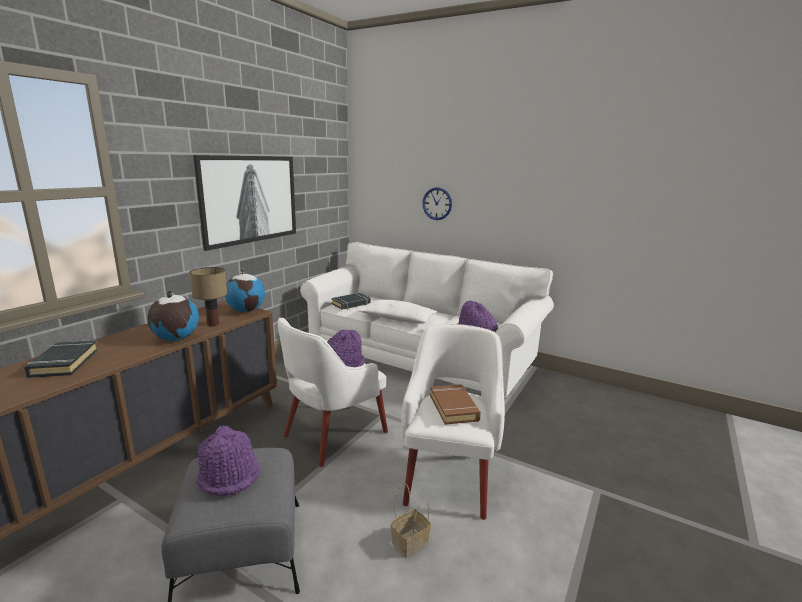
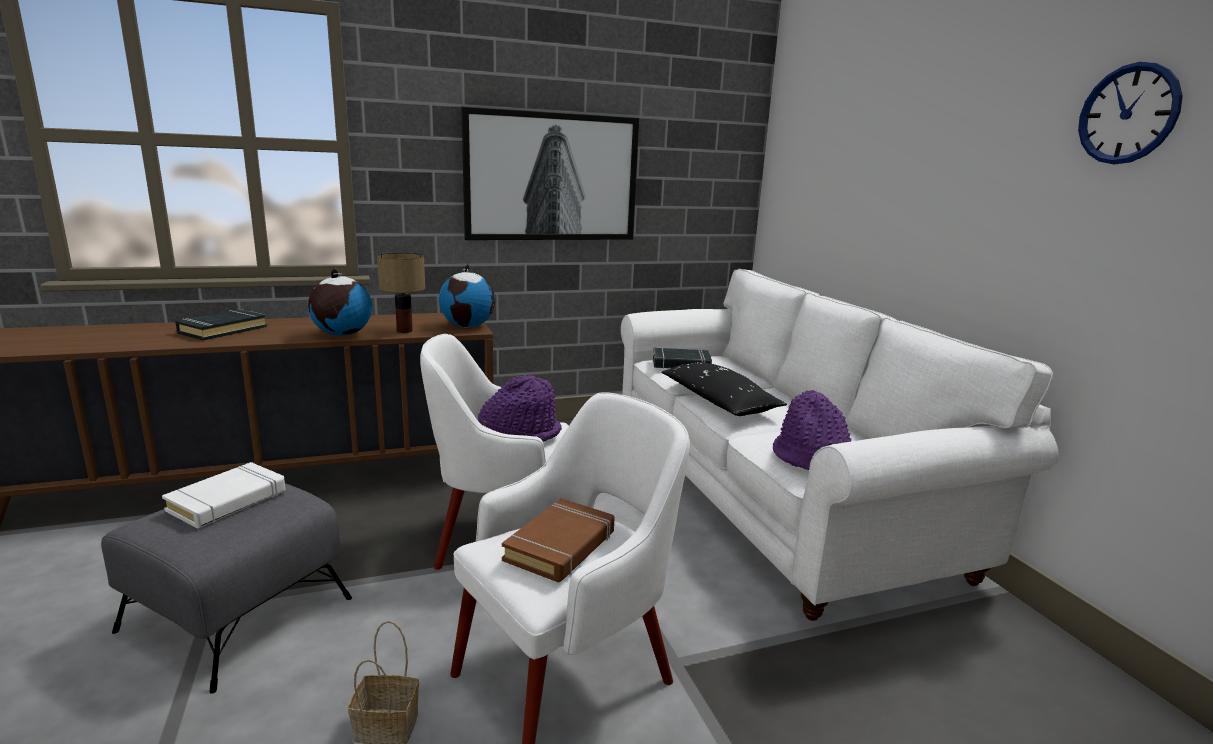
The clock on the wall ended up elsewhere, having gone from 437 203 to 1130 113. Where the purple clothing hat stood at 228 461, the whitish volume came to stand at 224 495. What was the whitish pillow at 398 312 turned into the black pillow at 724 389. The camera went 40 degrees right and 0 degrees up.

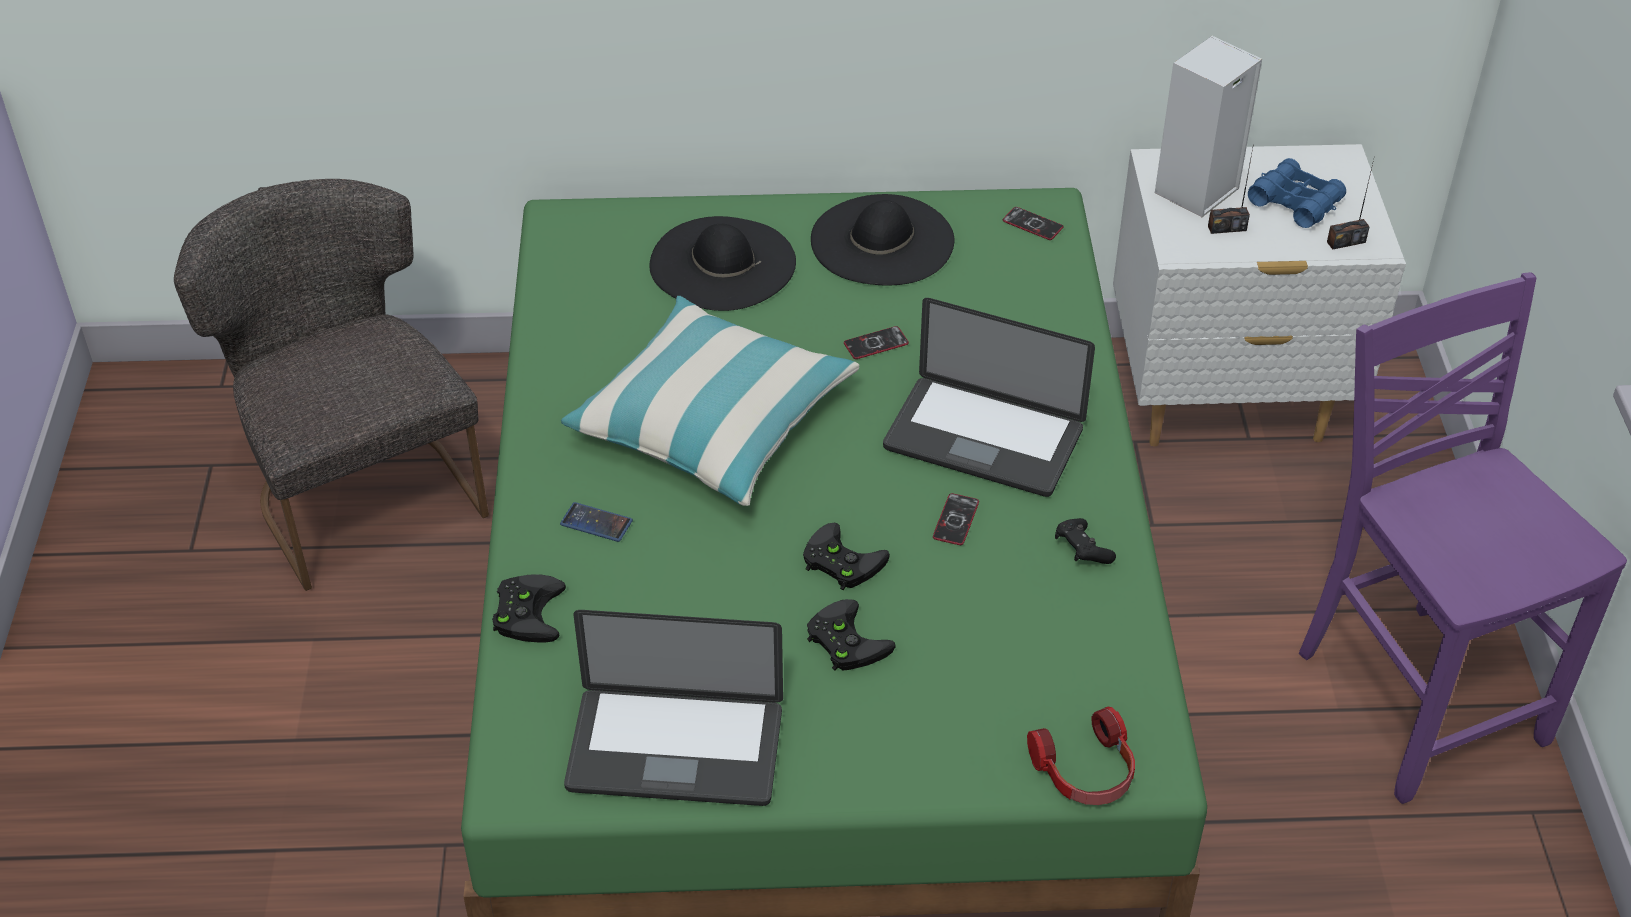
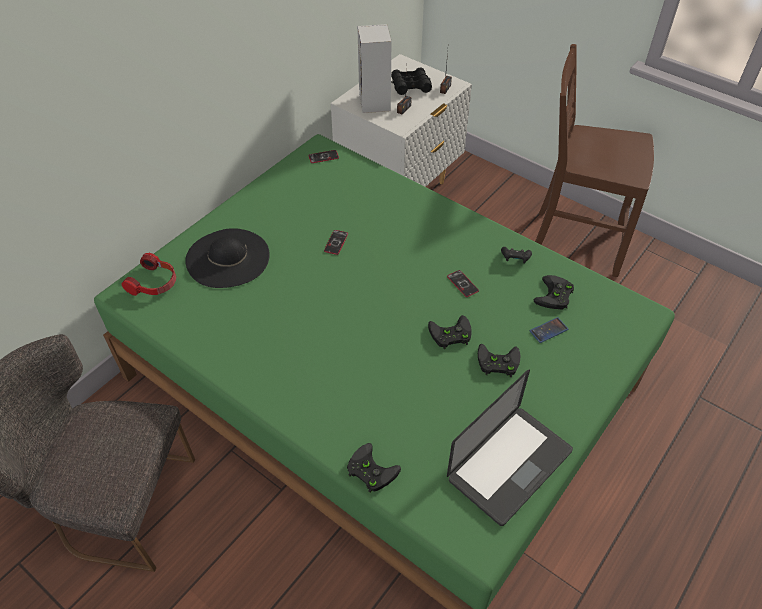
The second view lost the pillow at 710 401. The second view lost the black clothing hat at 882 239. The second view lost the notebook computer at 989 397. The second view gained the black joypad at 554 292. The phone ended up elsewhere, having gone from 596 522 to 549 330. The headphones ended up elsewhere, having gone from 1081 756 to 148 274. What was the blue-coloured field glasses at 1297 193 turned into the black field glasses at 411 81. What was the purple chair at 1463 538 turned into the brownish chair at 594 160. The camera went 50 degrees left and 5 degrees up.

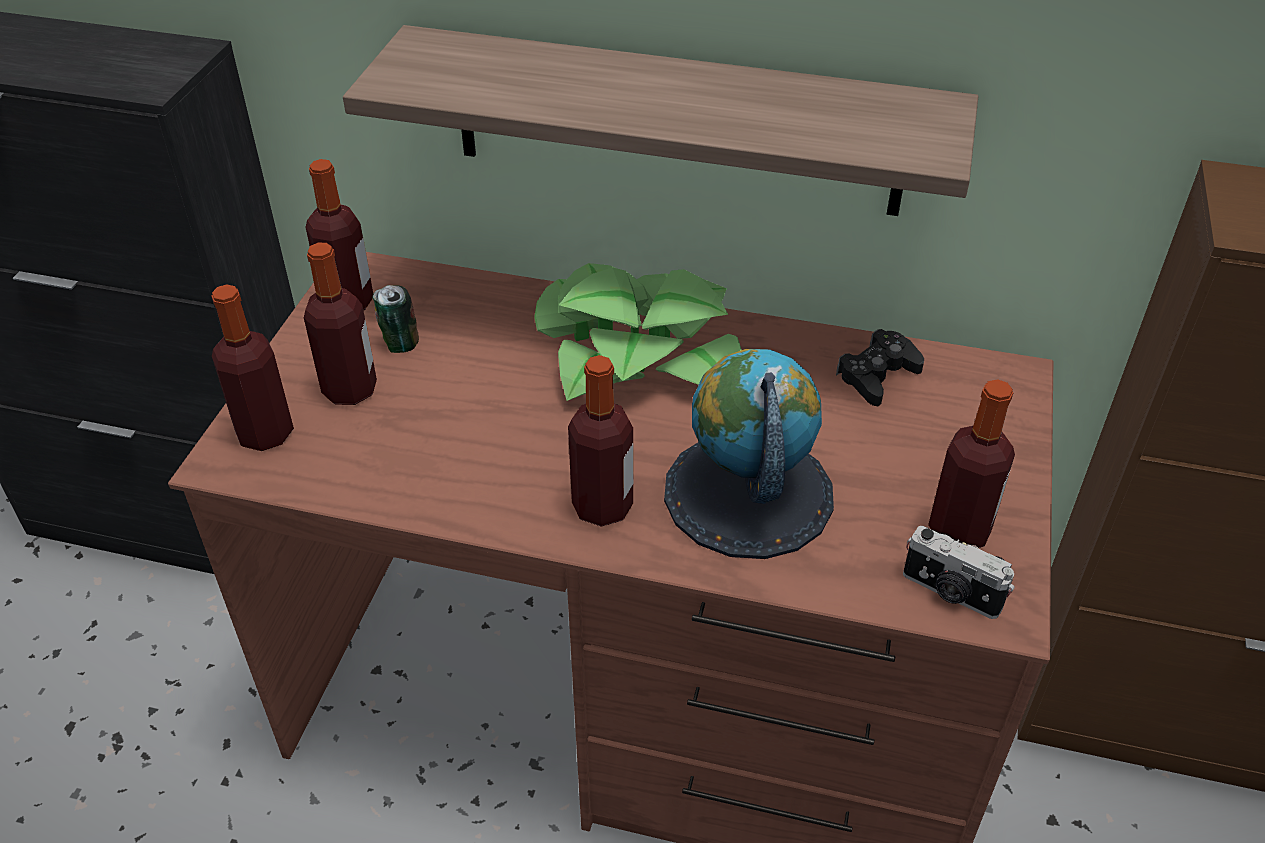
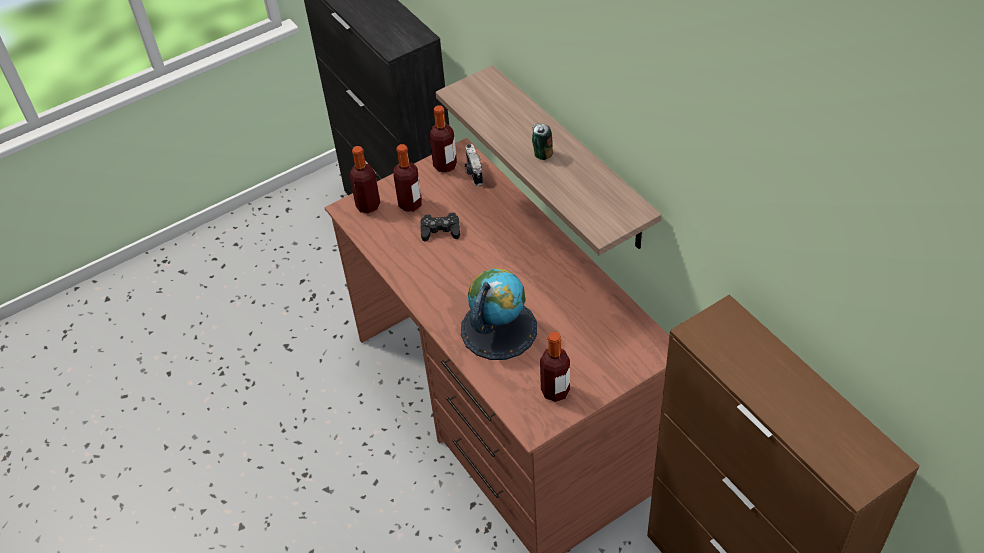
The second view lost the potted plant at 638 332. The second view lost the bottle at 601 441. The can ended up elsewhere, having gone from 395 319 to 542 142. The black joypad ended up elsewhere, having gone from 880 367 to 440 227. The still camera ended up elsewhere, having gone from 959 572 to 474 165. The camera went 45 degrees right and 5 degrees up.

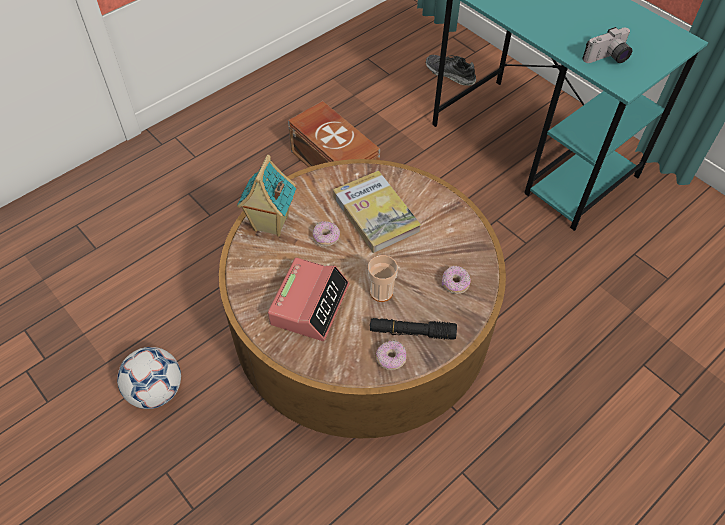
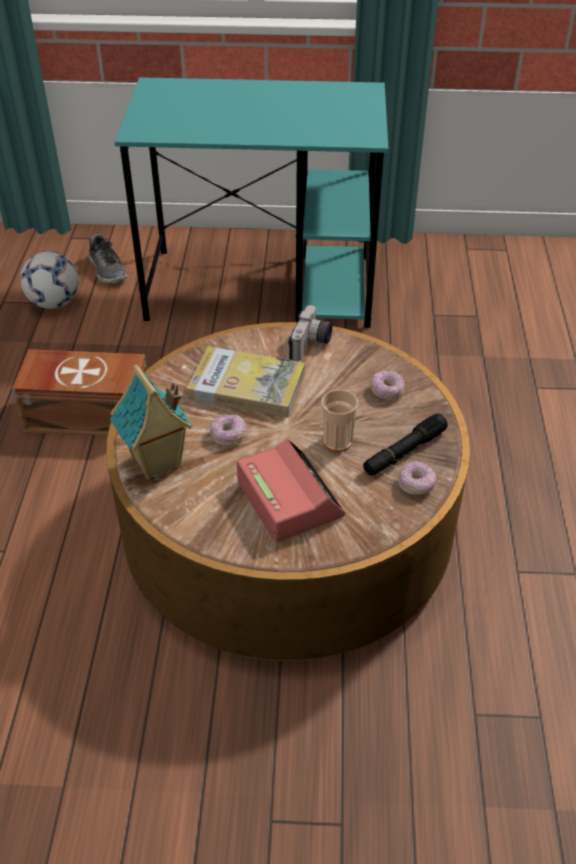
The football ended up elsewhere, having gone from 149 378 to 49 280. The still camera ended up elsewhere, having gone from 607 45 to 310 333. The shoe at 451 70 ended up facing another way, 105 degrees counterclockwise from before. The camera went 45 degrees left and 10 degrees down.

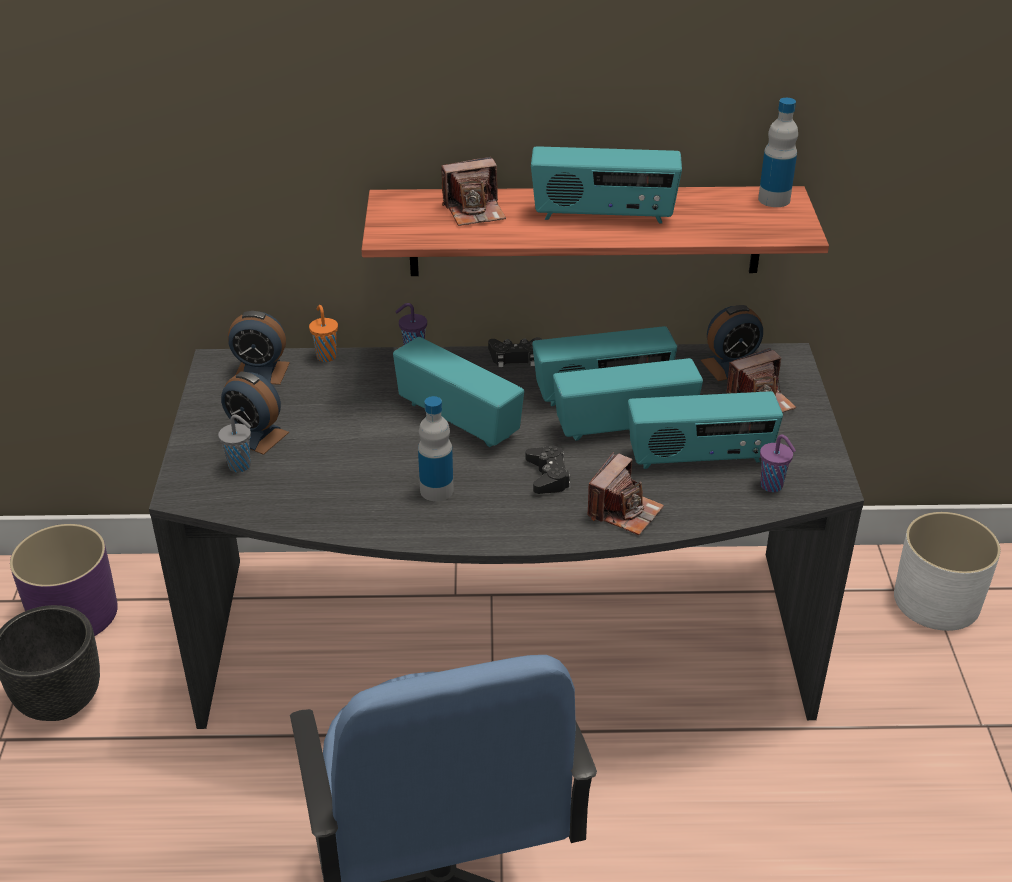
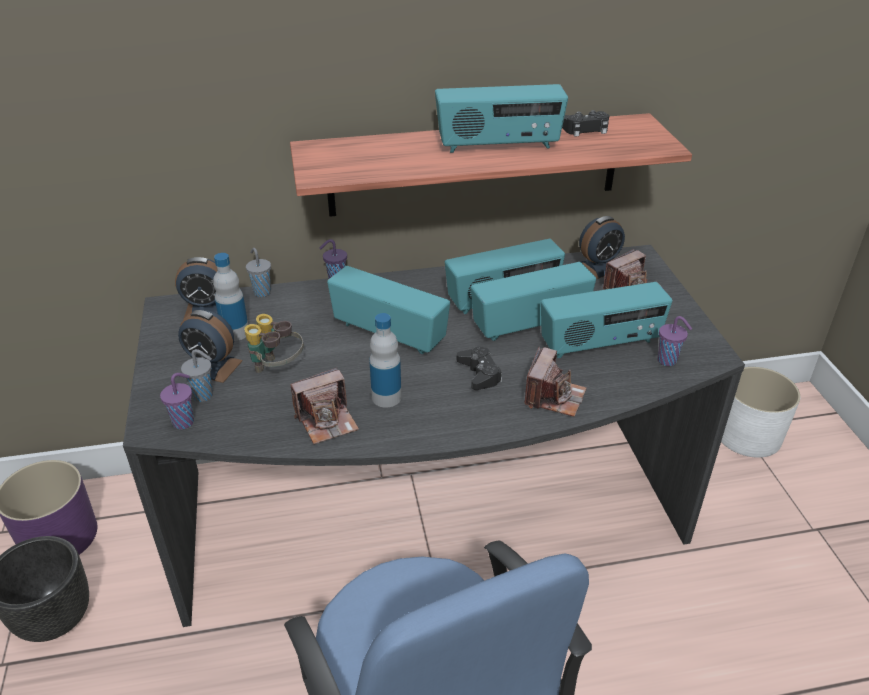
The second view gained the purple drinking cup at 177 401. The second view gained the field glasses at 274 343. The still camera ended up elsewhere, having gone from 473 191 to 324 406. The black joypad ended up elsewhere, having gone from 515 352 to 585 123. The bottle ended up elsewhere, having gone from 778 152 to 230 297. What was the orange-coloured drinking cup at 323 333 turned into the grey drinking cup at 258 272. The camera went 10 degrees left and 0 degrees up.

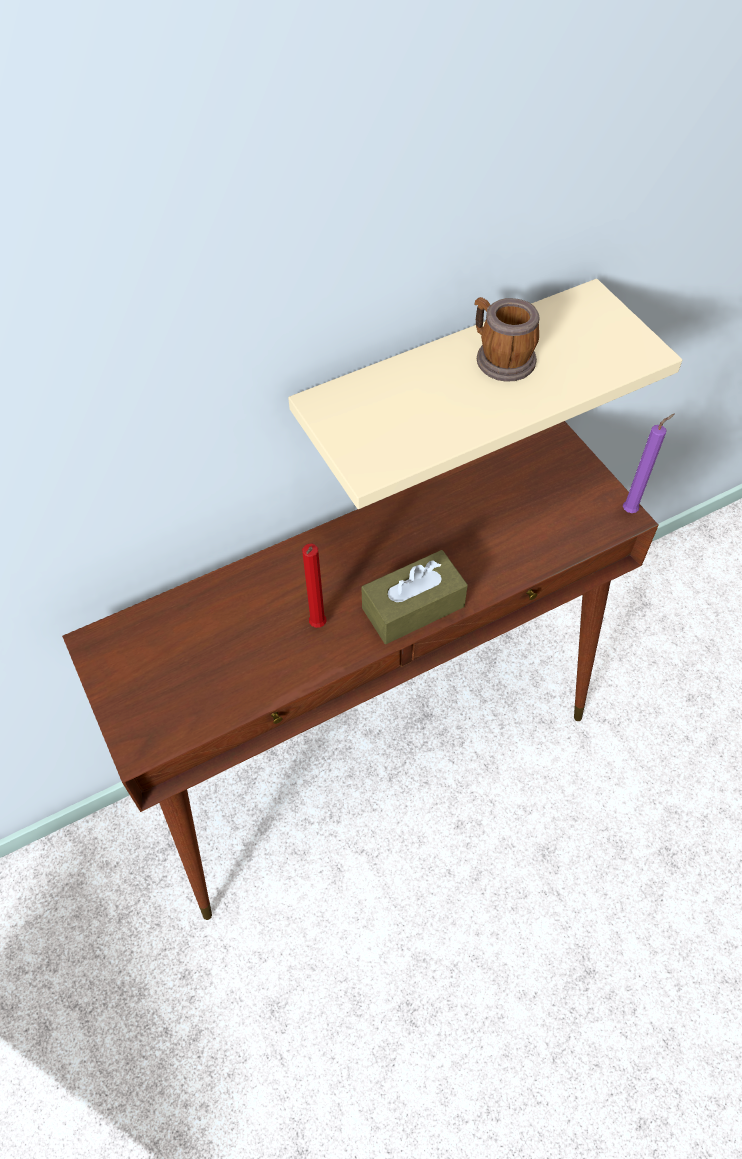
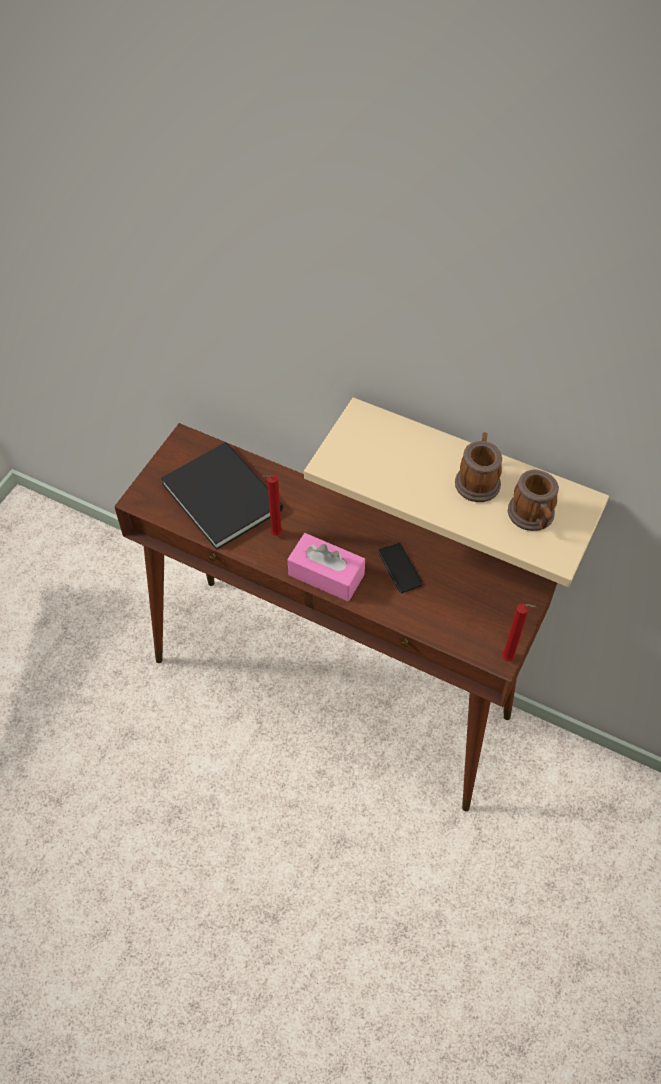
The second view gained the black volume at 222 496. The second view gained the phone at 400 568. The second view gained the tea mug at 533 500. What was the brownish tissue holder at 414 597 turned into the pink-coloured tissue holder at 326 567. What was the purple wax candle at 649 463 turned into the reddish wax candle at 519 632. The camera went 55 degrees right and 0 degrees up.

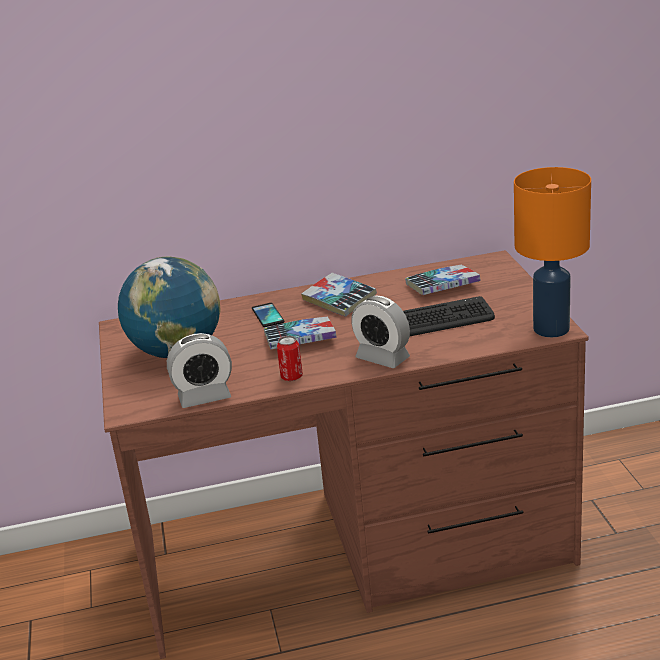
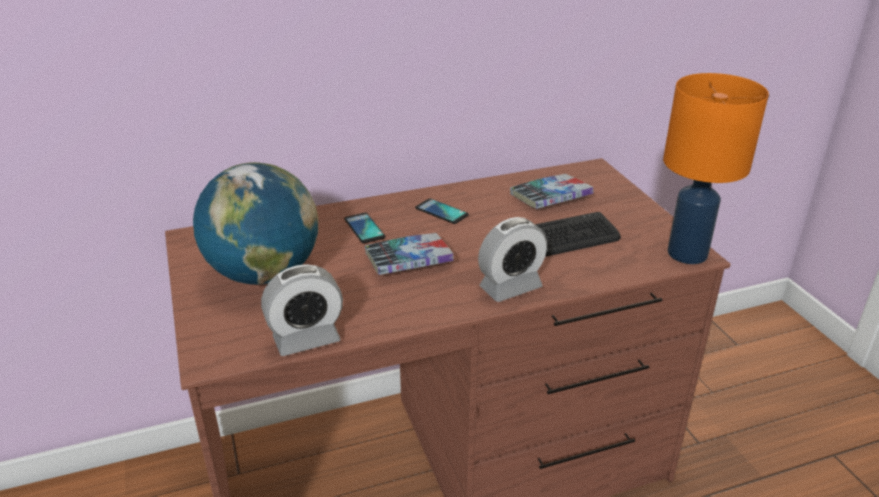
The second view lost the can at 290 358. Where the volume stood at 339 295, the phone came to stand at 442 211. The alarm clock at 380 331 ended up facing another way, 60 degrees counterclockwise from before. The camera went 10 degrees left and 5 degrees up.

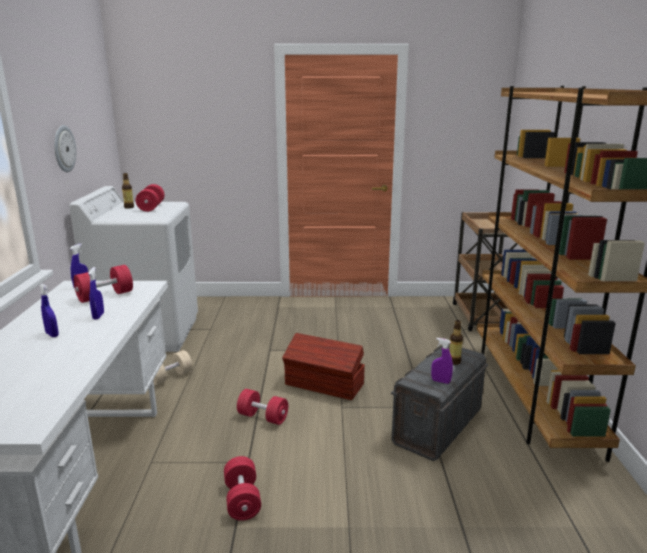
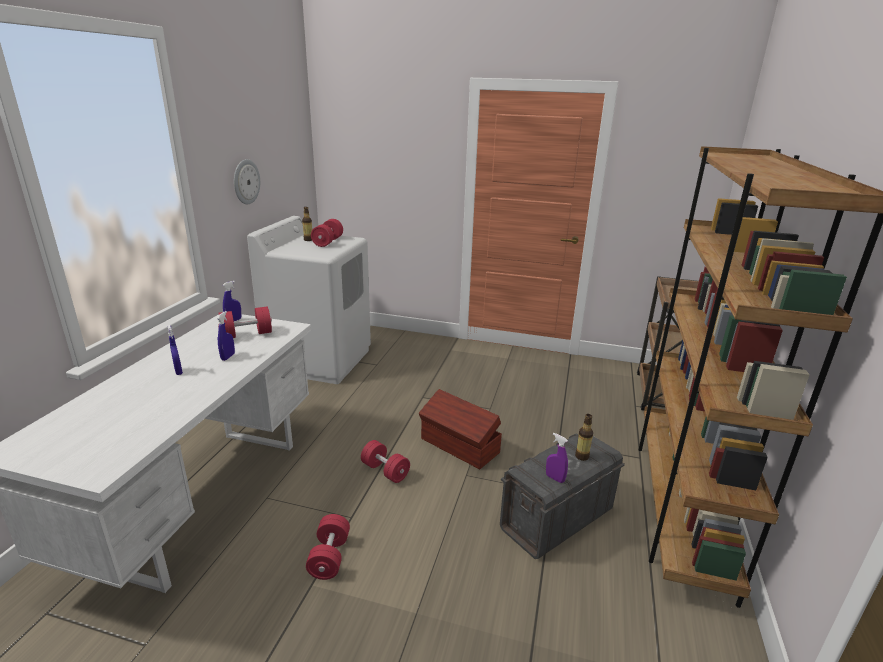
The second view lost the beige-coloured dumbbell at 172 367. The camera went 15 degrees right and 5 degrees up.

